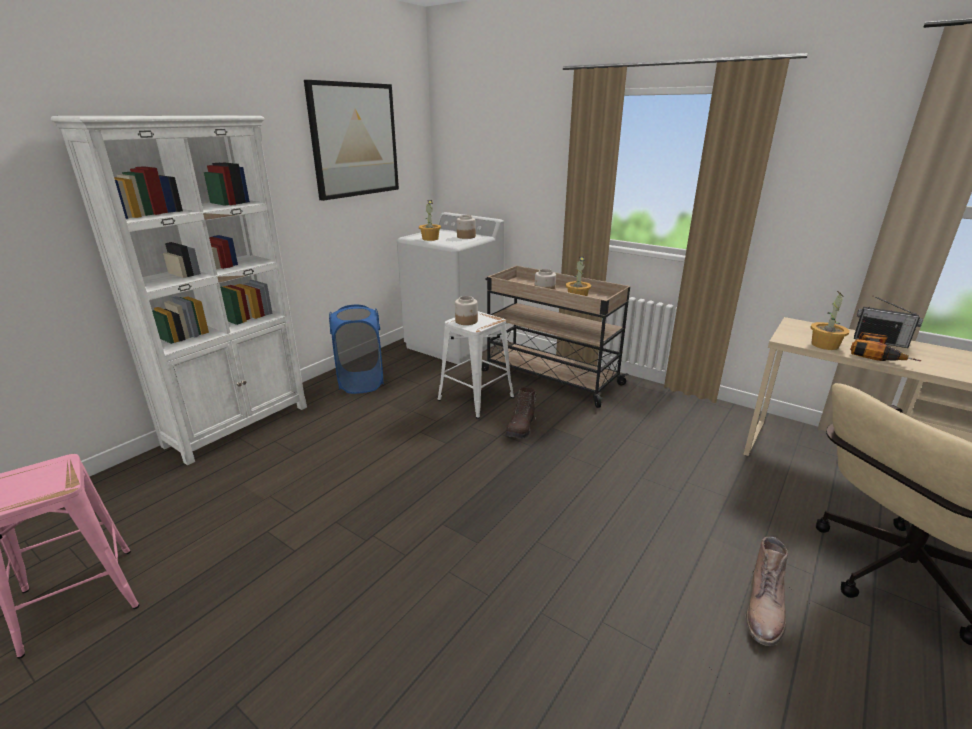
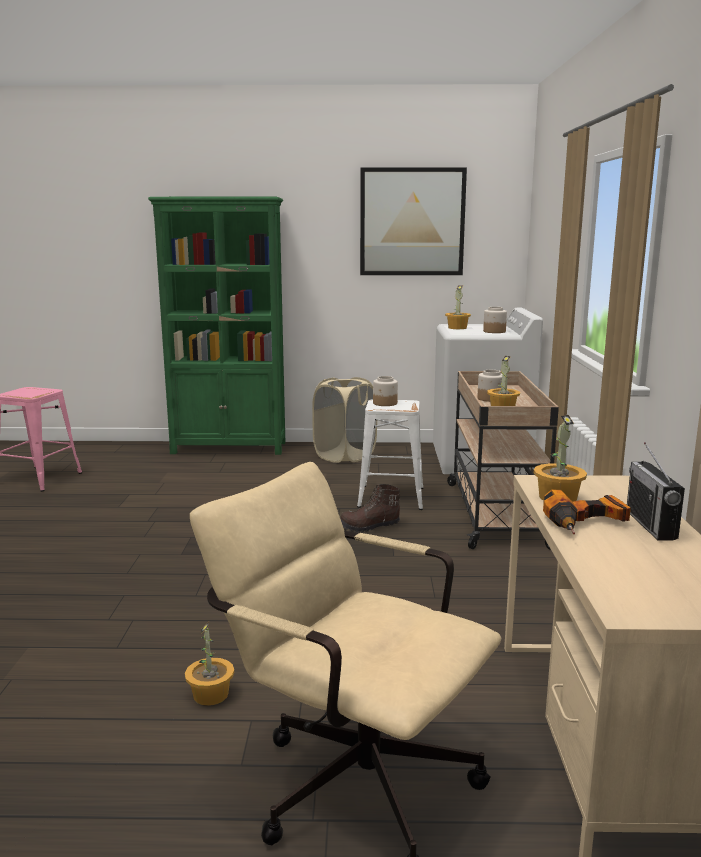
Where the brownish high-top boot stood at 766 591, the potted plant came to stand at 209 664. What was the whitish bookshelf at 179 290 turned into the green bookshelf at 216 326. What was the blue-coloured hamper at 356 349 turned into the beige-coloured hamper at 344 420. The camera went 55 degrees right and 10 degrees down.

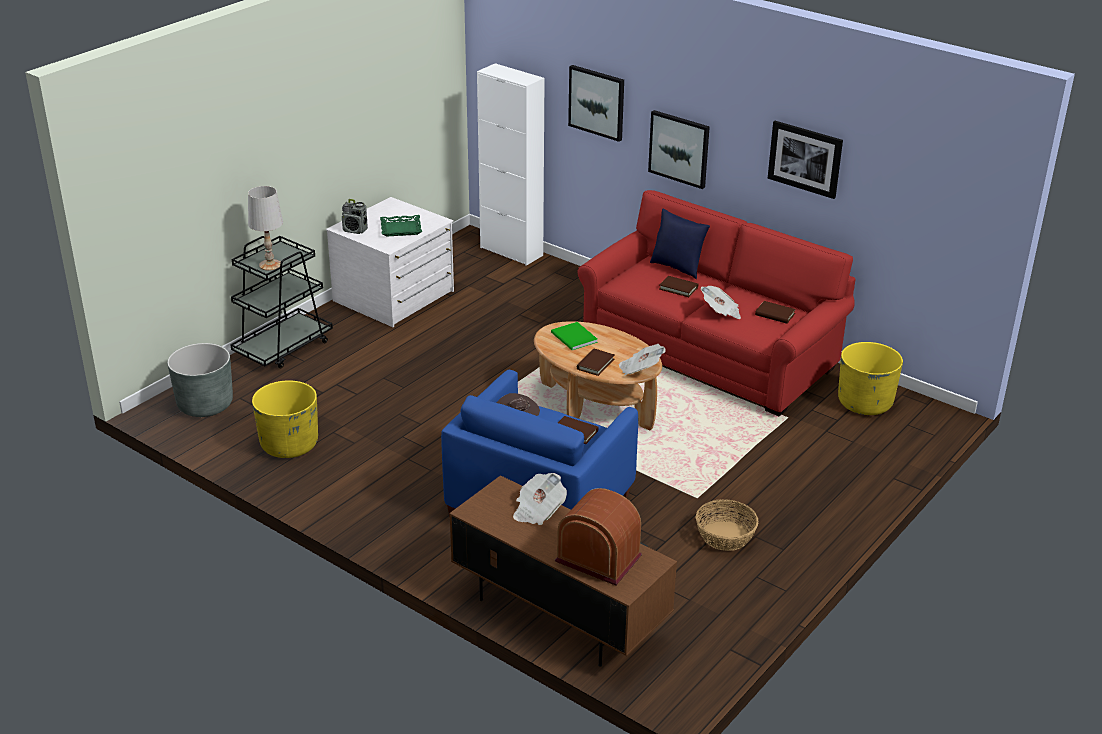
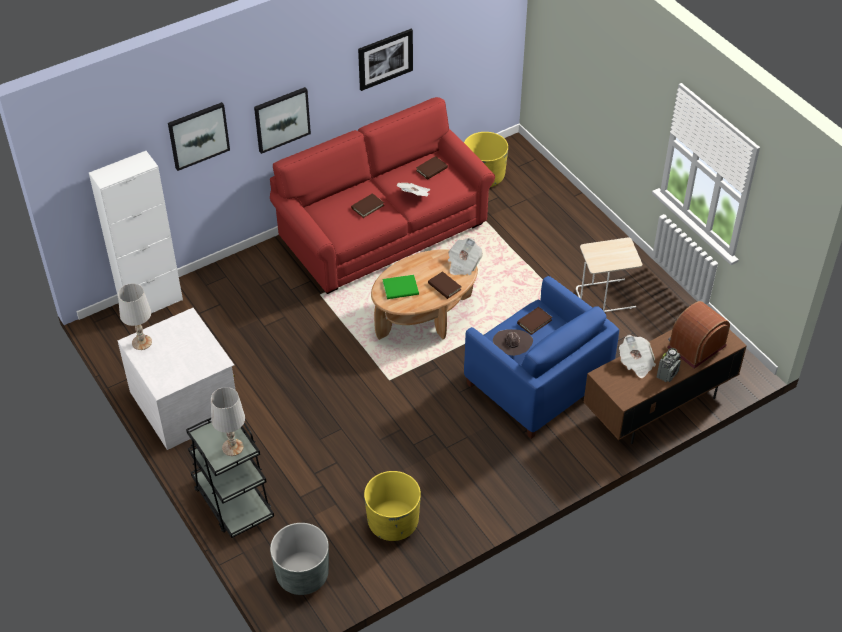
The second view lost the green tray at 401 225. The second view lost the blue-coloured pillow at 680 244. The second view gained the whitish table lamp at 135 317. The radio set ended up elsewhere, having gone from 355 216 to 669 365. Where the storage basket stood at 727 525, the beige-coloured end table came to stand at 609 275. The camera went 70 degrees left and 15 degrees up.

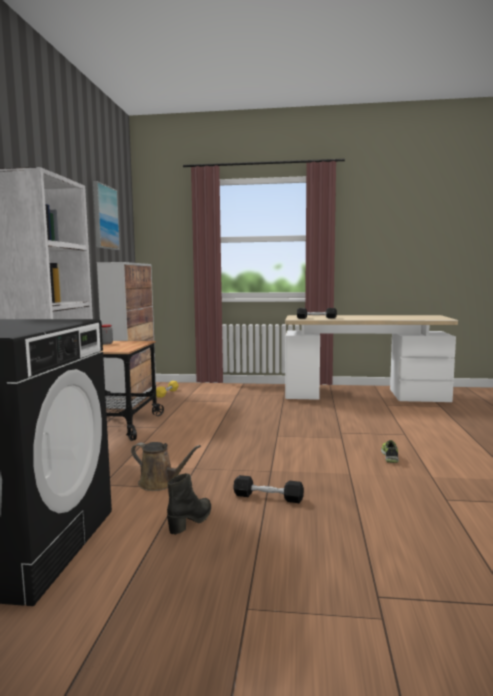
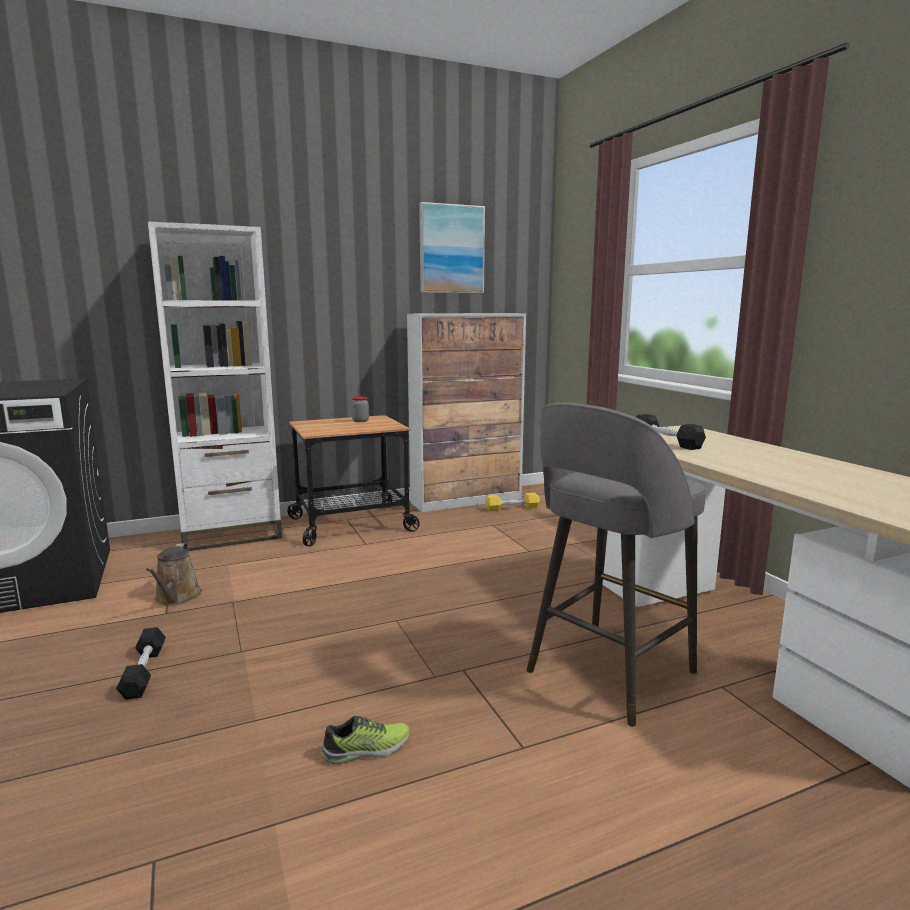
The second view lost the black high-top boot at 189 504. The second view gained the grey sitting stool at 616 565. The camera went 60 degrees right and 5 degrees up.

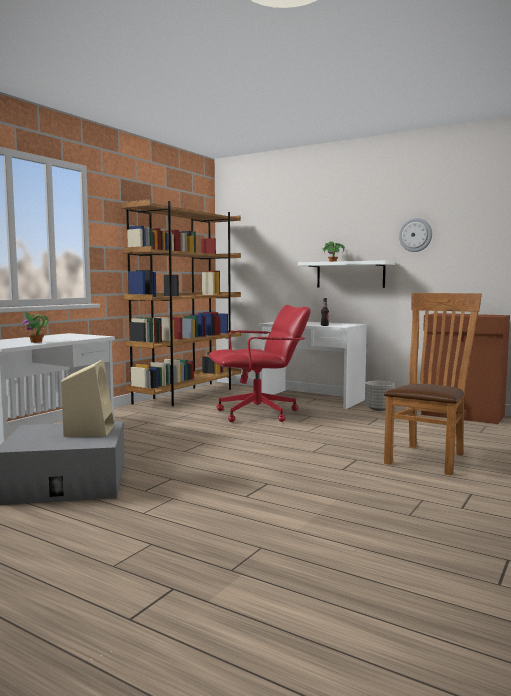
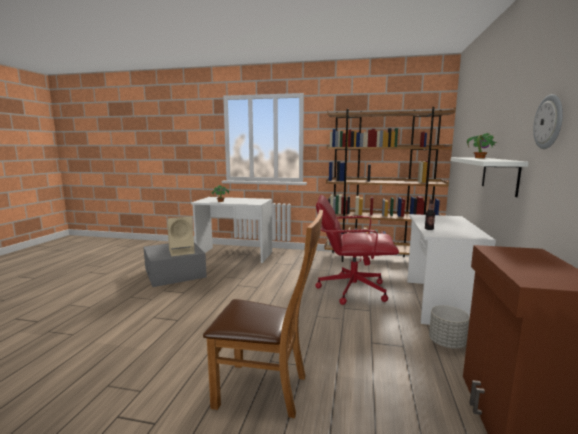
The reddish office chair at 260 363 ended up facing another way, 135 degrees clockwise from before. The camera went 70 degrees right and 5 degrees up.

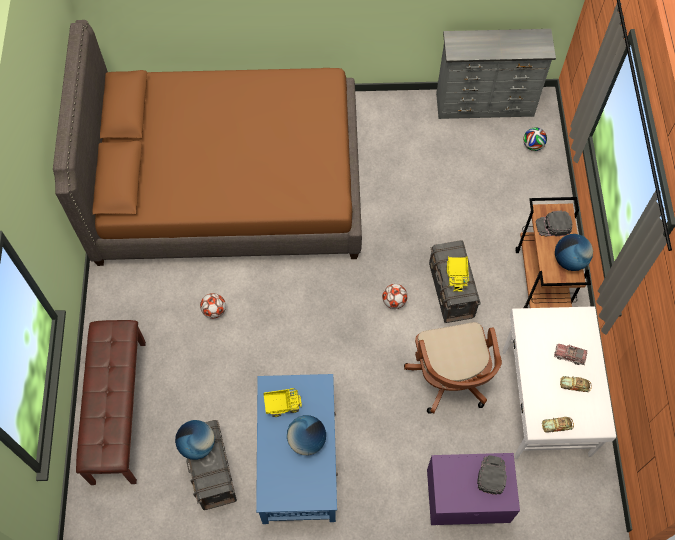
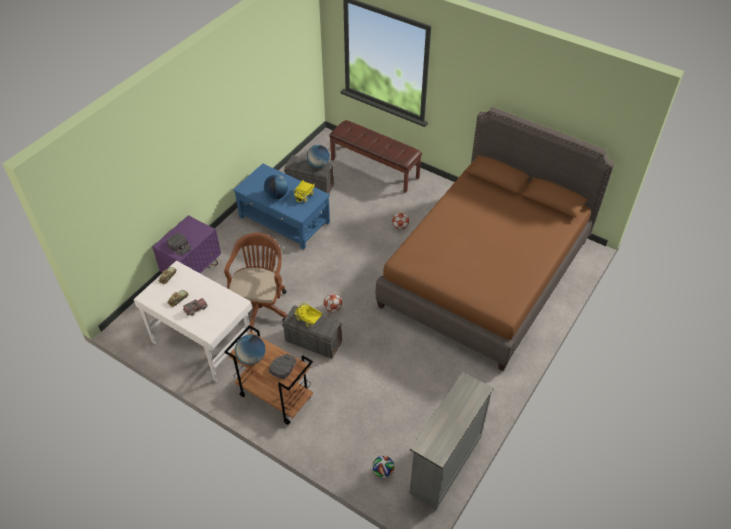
The brownish office chair at 453 368 ended up facing another way, 75 degrees clockwise from before. The camera went 125 degrees right and 15 degrees down.

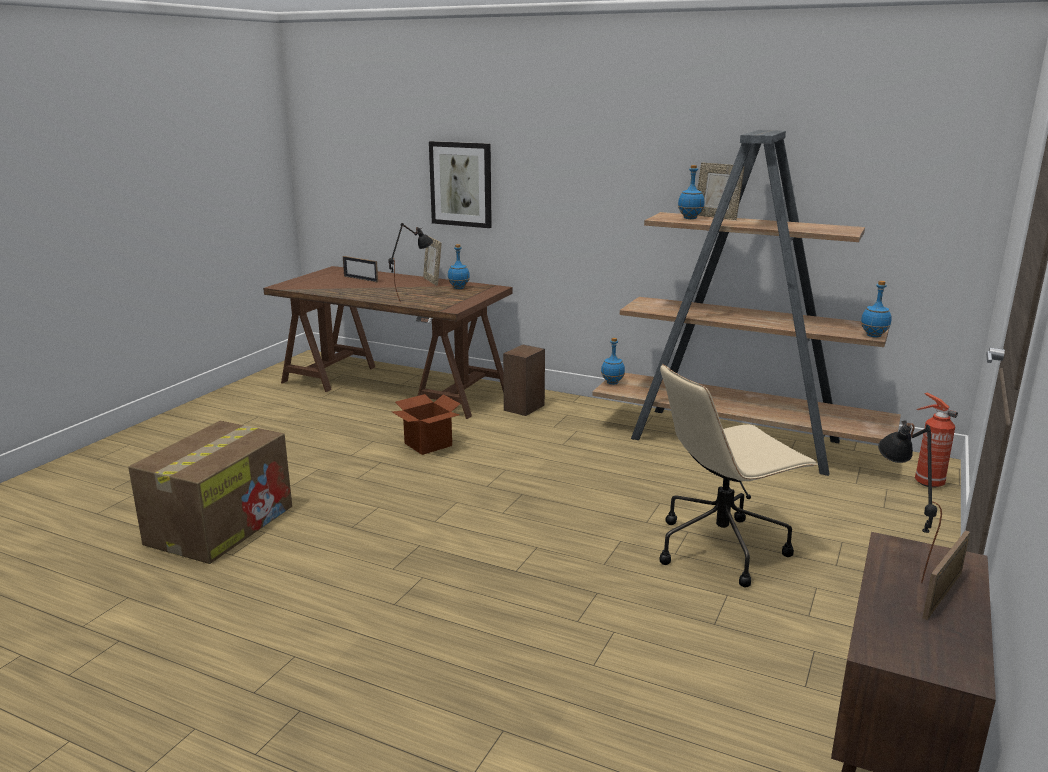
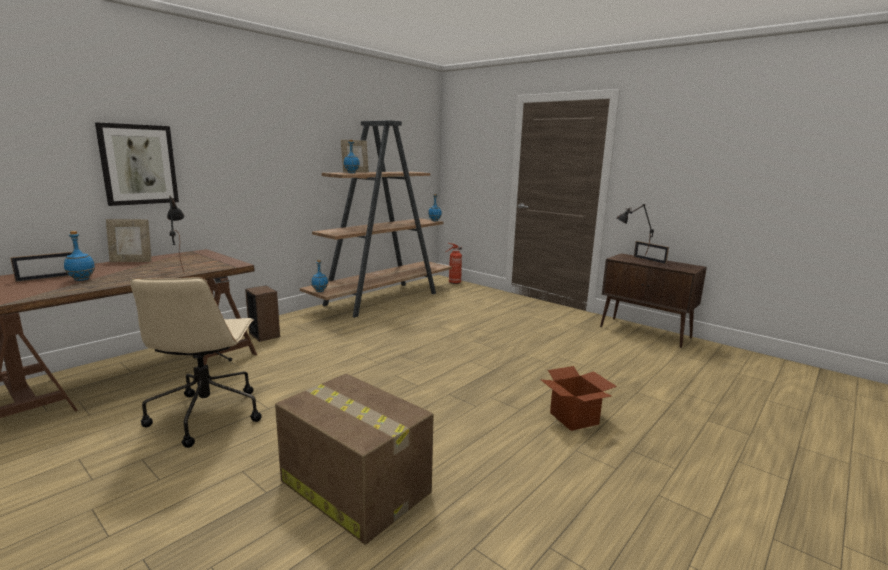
The carton ended up elsewhere, having gone from 426 424 to 578 398. The blue-coloured bottle ended up elsewhere, having gone from 459 266 to 79 256. The beige-coloured office chair ended up elsewhere, having gone from 739 475 to 196 362. The camera went 75 degrees left and 5 degrees down.

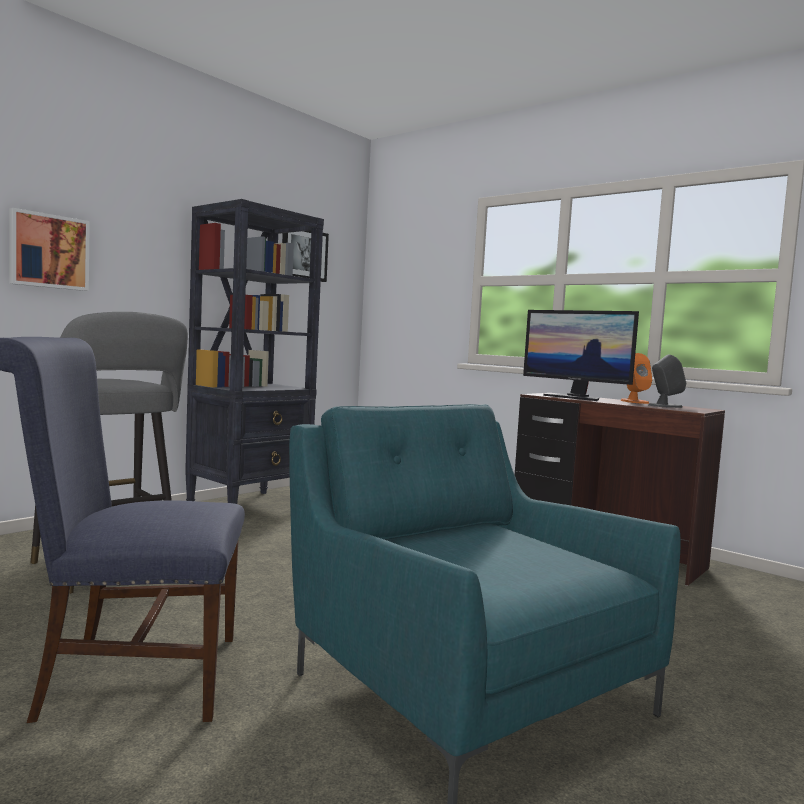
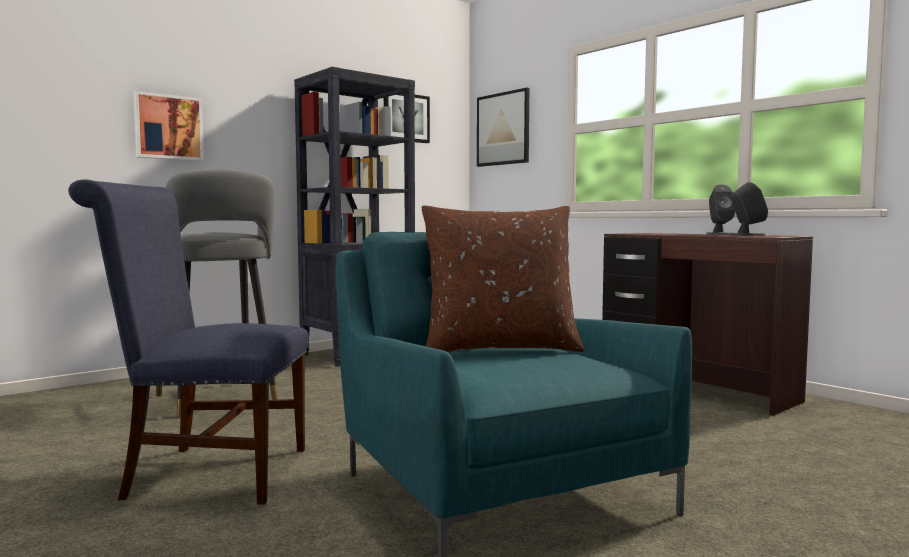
The second view lost the monitor at 581 355. The second view gained the brownish pillow at 503 278. The second view gained the picture at 503 127. What was the orange-coloured audio speaker at 636 378 turned into the grey audio speaker at 720 209. The camera went 10 degrees right and 0 degrees up.

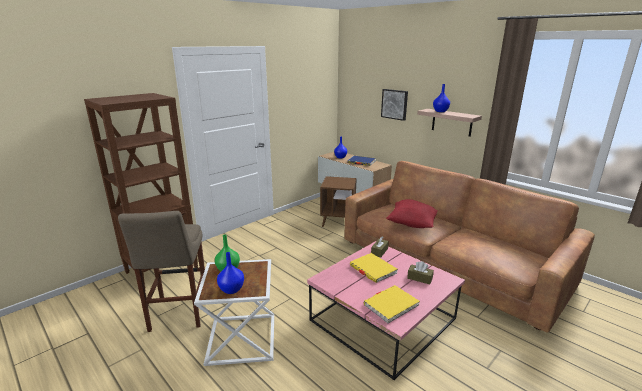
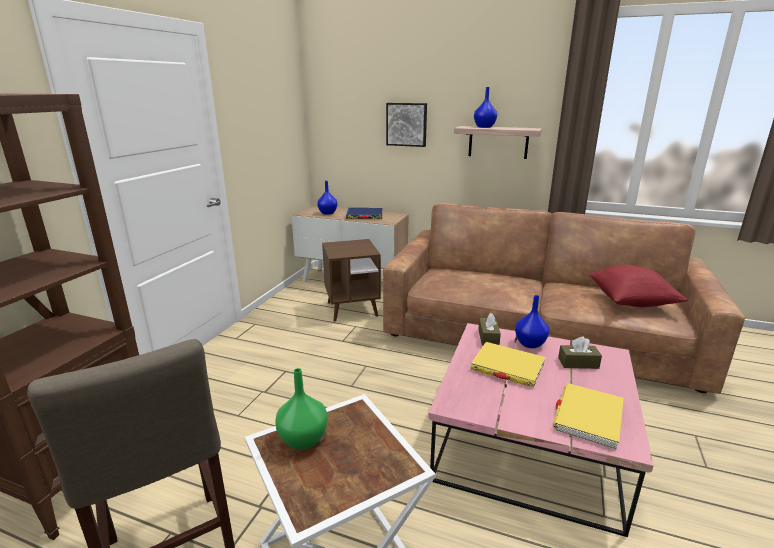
The blue-coloured vase ended up elsewhere, having gone from 230 273 to 532 321. The reddish pillow ended up elsewhere, having gone from 412 213 to 638 285. The camera went 25 degrees left and 0 degrees up.

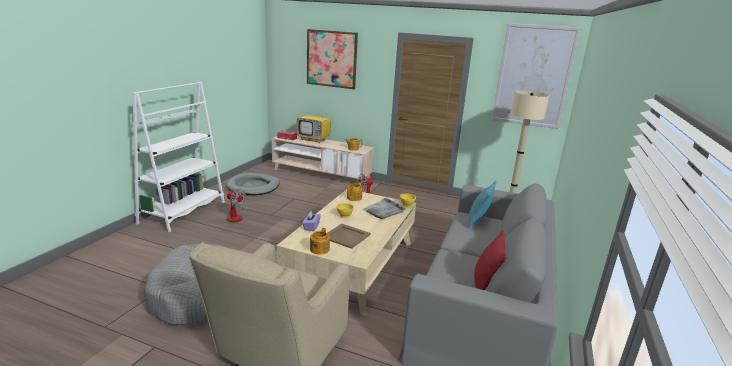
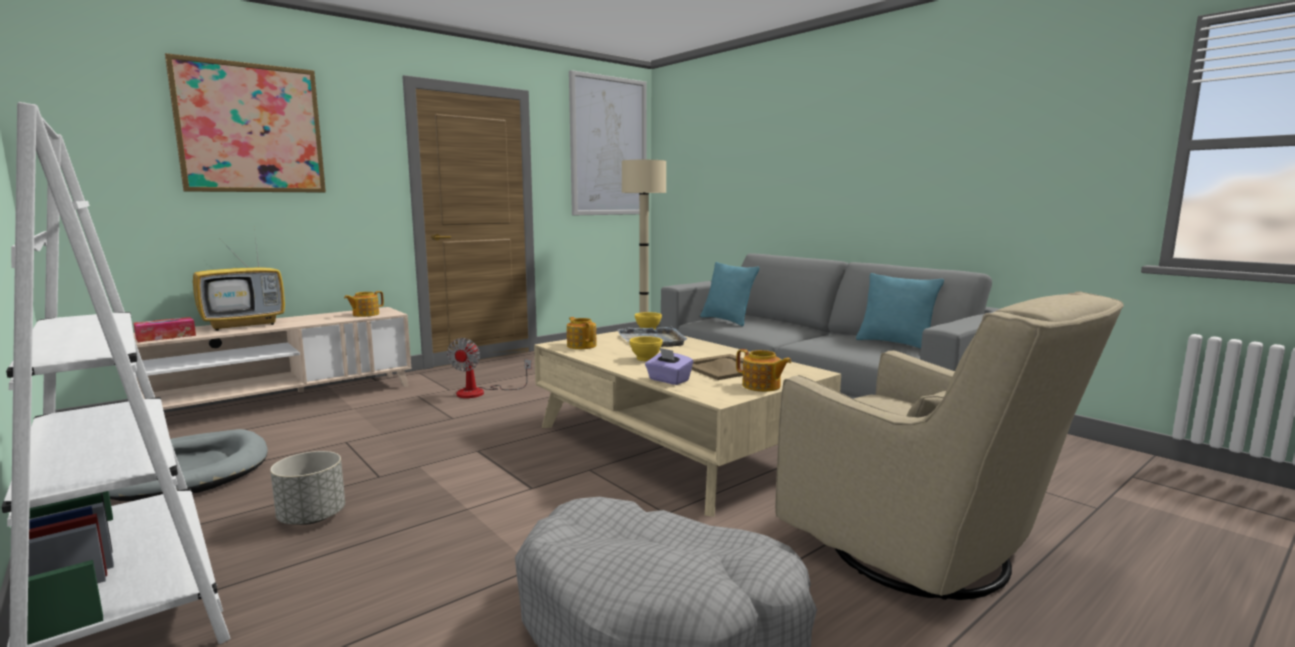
Where the cooling fan stood at 236 205, the grey planter came to stand at 307 488. What was the reddish pillow at 490 260 turned into the turquoise pillow at 900 310. The camera went 60 degrees left and 10 degrees down.

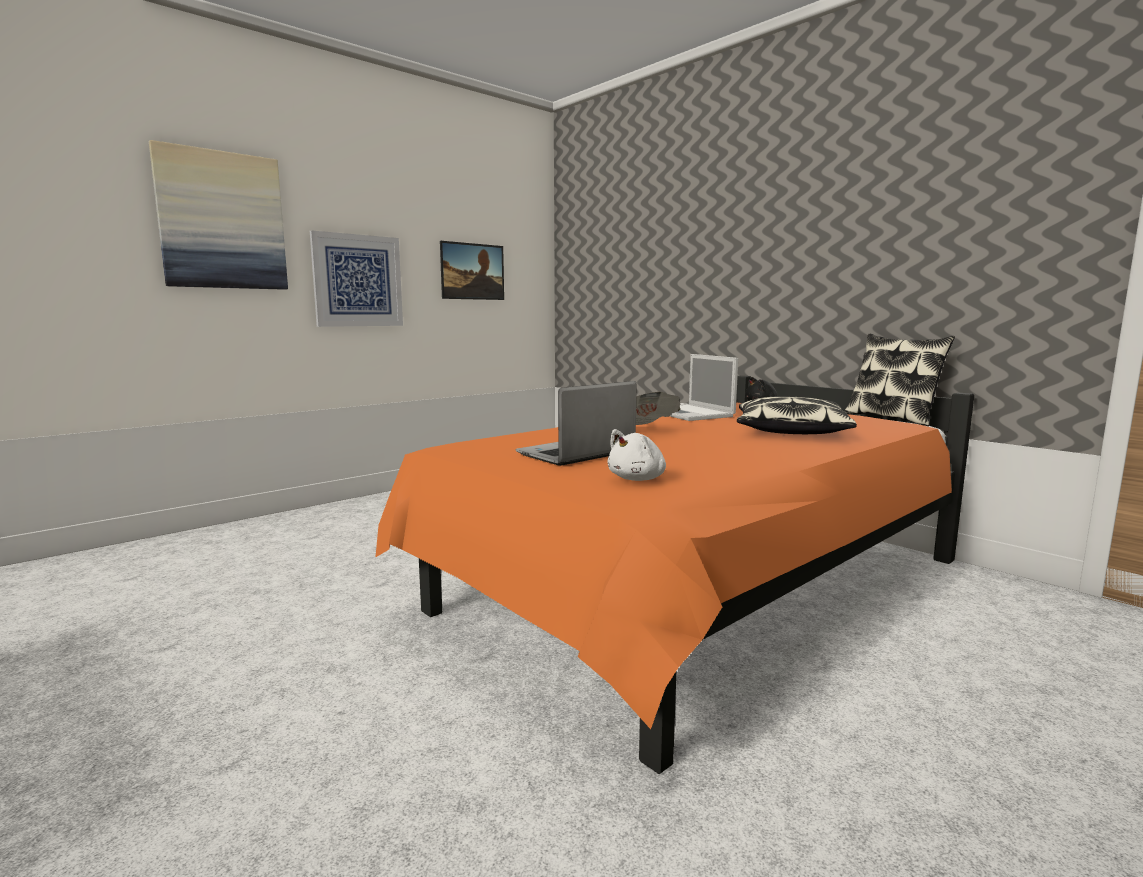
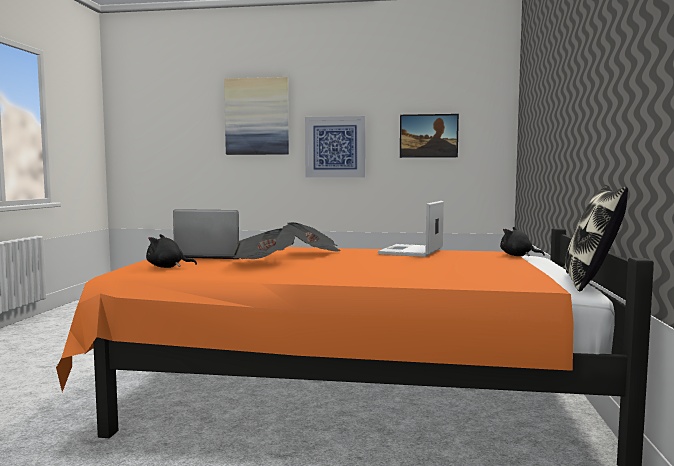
The second view lost the pillow at 797 415. The second view gained the daily paper at 264 243. What was the whitish soft toy at 636 455 turned into the black soft toy at 171 251. The camera went 50 degrees right and 5 degrees down.

